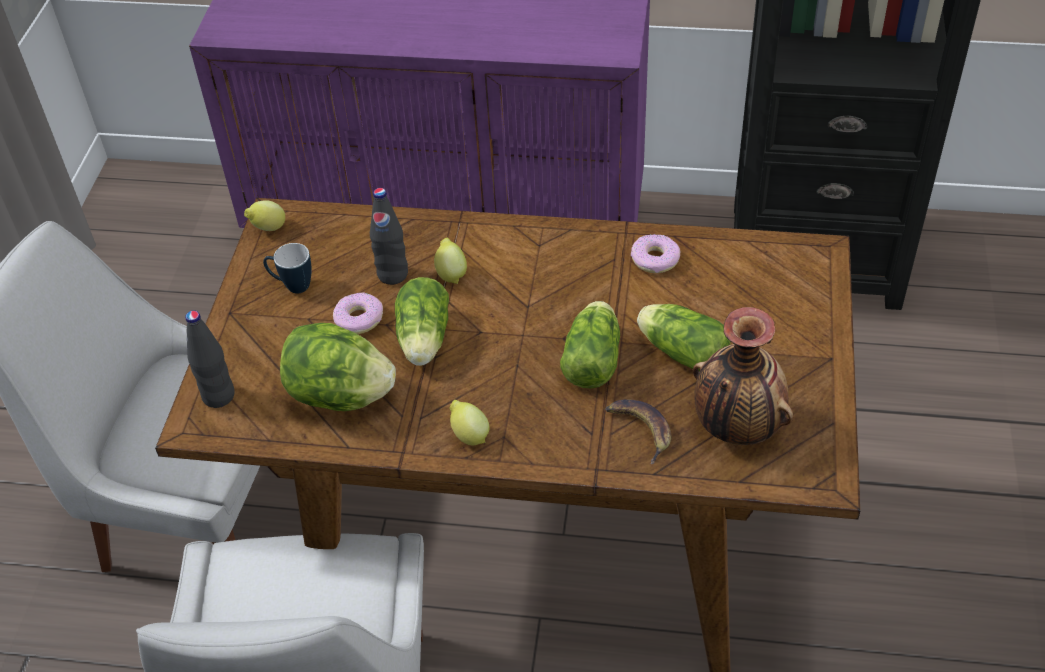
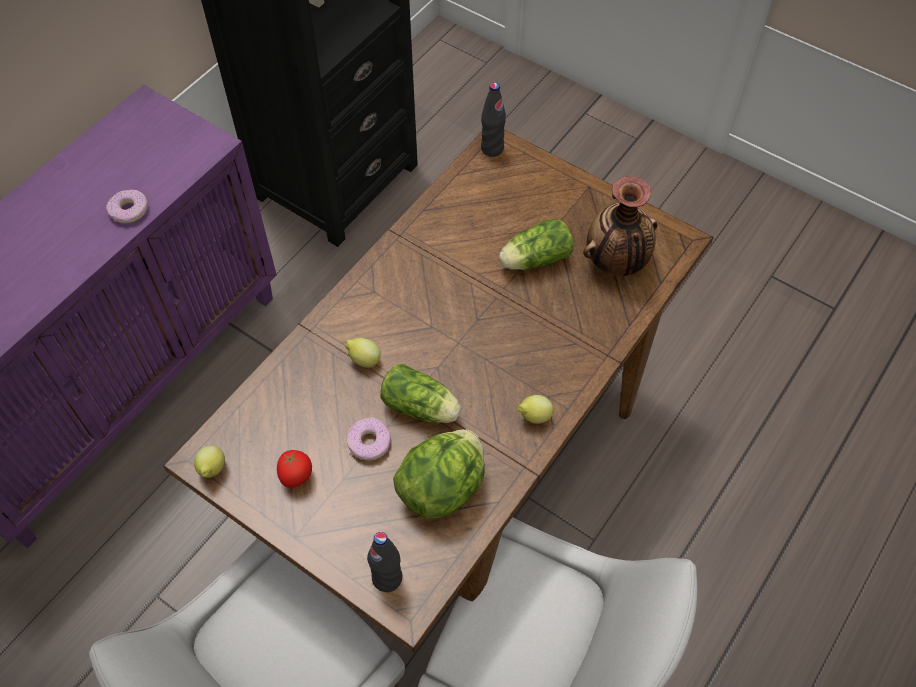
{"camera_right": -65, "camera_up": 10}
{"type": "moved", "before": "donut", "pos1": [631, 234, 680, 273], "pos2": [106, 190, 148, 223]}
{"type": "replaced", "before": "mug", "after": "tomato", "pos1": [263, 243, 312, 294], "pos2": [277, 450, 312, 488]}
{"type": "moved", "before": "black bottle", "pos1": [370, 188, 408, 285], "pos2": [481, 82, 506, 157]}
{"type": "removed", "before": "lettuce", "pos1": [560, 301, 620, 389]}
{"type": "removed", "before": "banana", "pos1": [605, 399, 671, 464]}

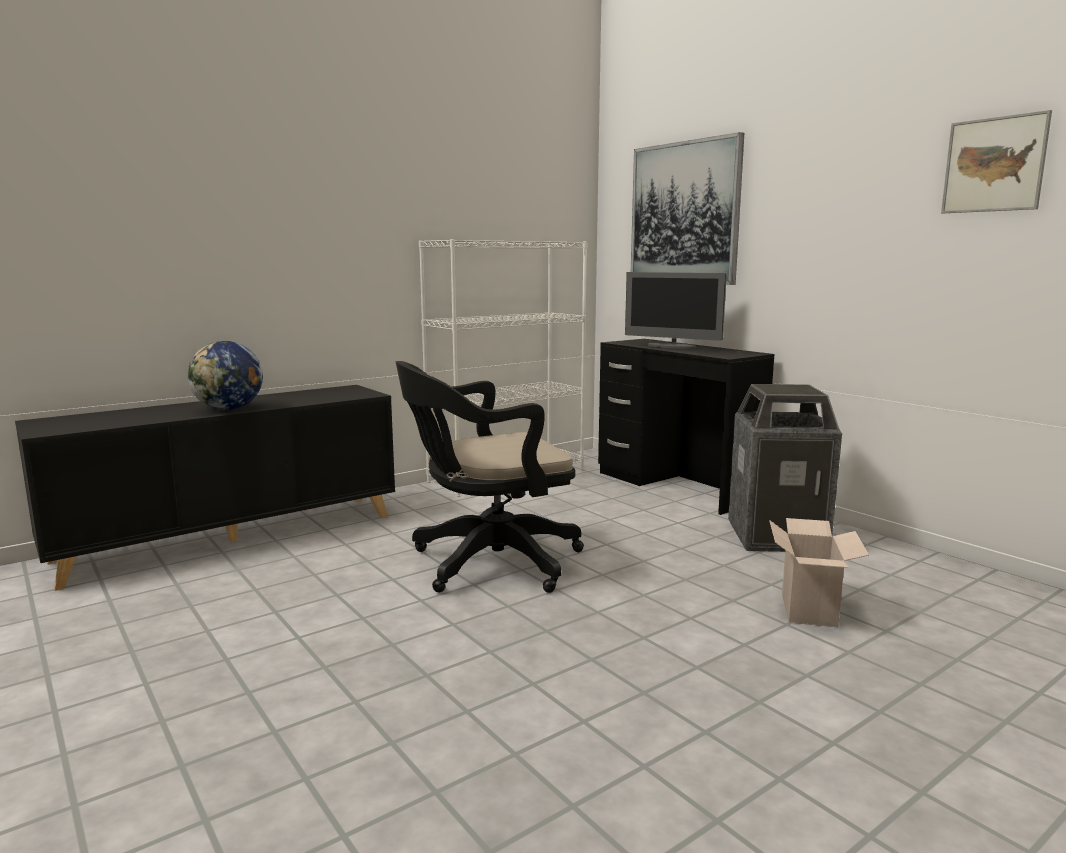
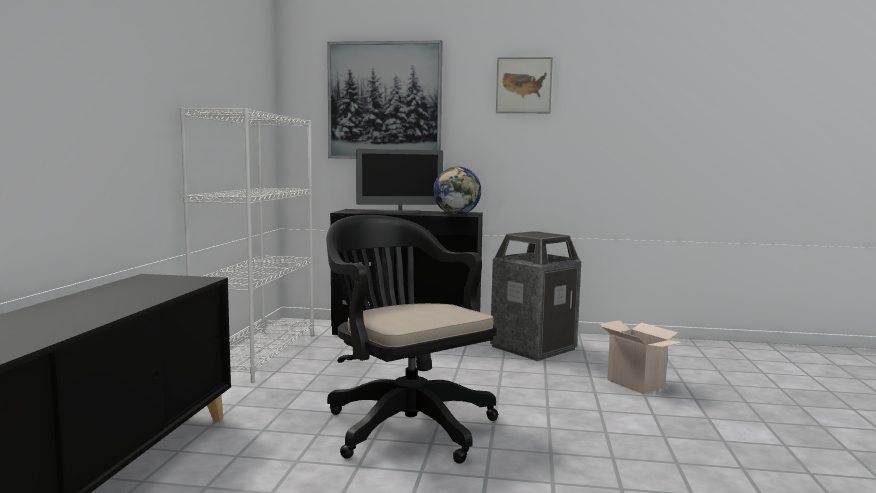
{"camera_right": -45, "camera_up": -5}
{"type": "turned", "before": "black office chair", "pos1": [396, 361, 584, 593], "pos2": [326, 215, 498, 464], "turn": 120}
{"type": "moved", "before": "globe", "pos1": [188, 341, 263, 410], "pos2": [433, 166, 481, 215]}
{"type": "moved", "before": "picture", "pos1": [941, 110, 1052, 213], "pos2": [496, 57, 553, 113]}

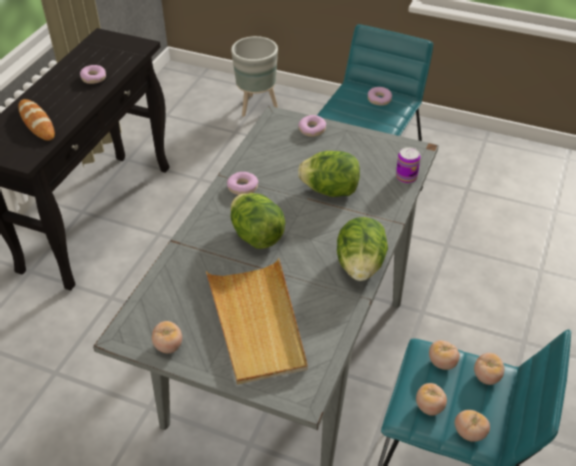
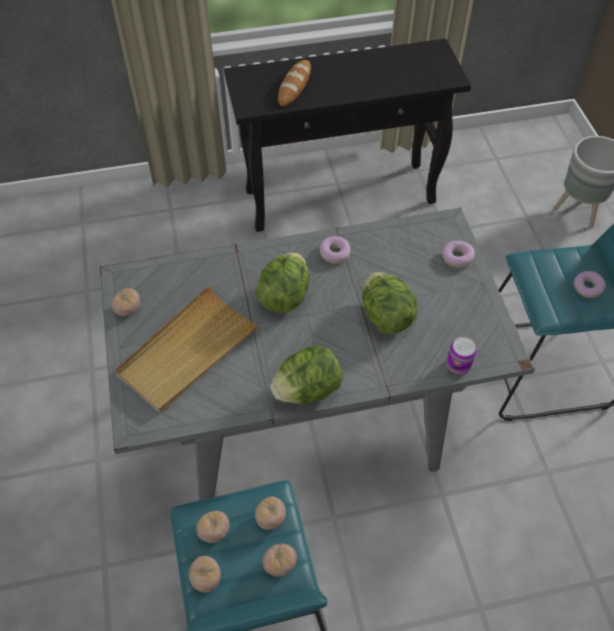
{"camera_right": 55, "camera_up": 10}
{"type": "removed", "before": "donut", "pos1": [80, 65, 106, 84]}

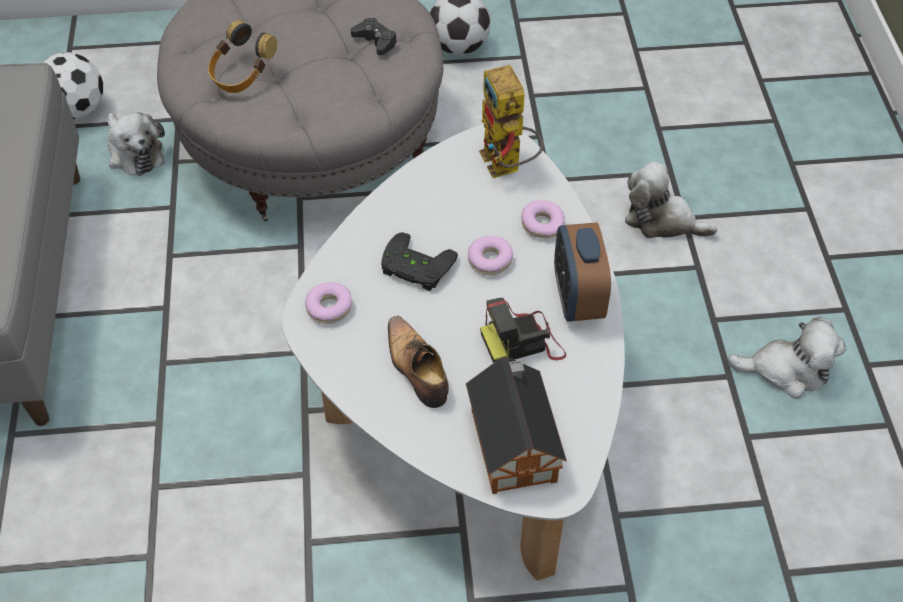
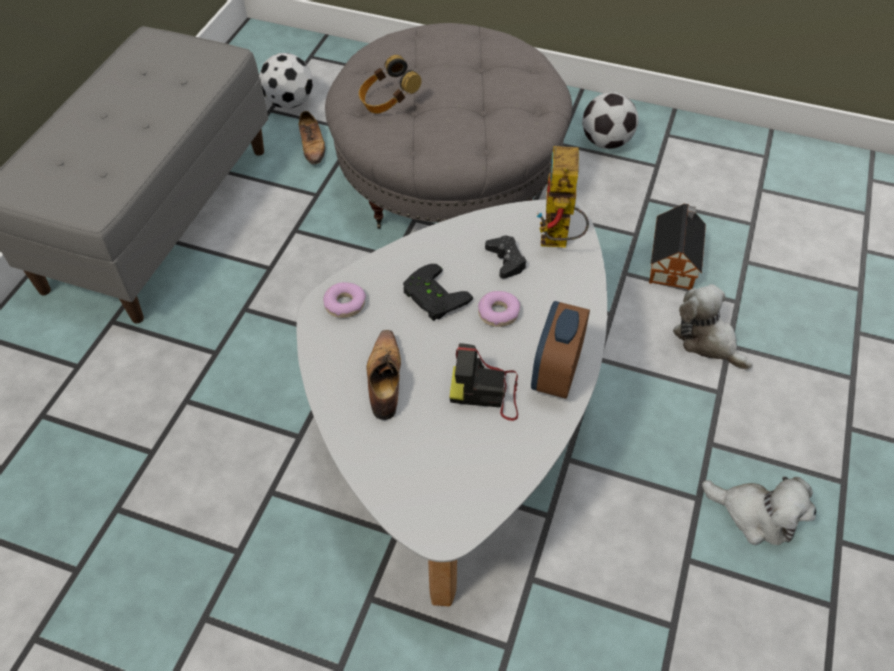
{"camera_right": 25, "camera_up": 0}
{"type": "replaced", "before": "plush toy", "after": "shoe", "pos1": [107, 112, 165, 176], "pos2": [299, 111, 326, 164]}
{"type": "moved", "before": "black game controller", "pos1": [351, 18, 397, 56], "pos2": [485, 236, 526, 279]}
{"type": "moved", "before": "toy house", "pos1": [466, 357, 567, 494], "pos2": [649, 204, 706, 290]}
{"type": "removed", "before": "donut", "pos1": [521, 200, 565, 238]}

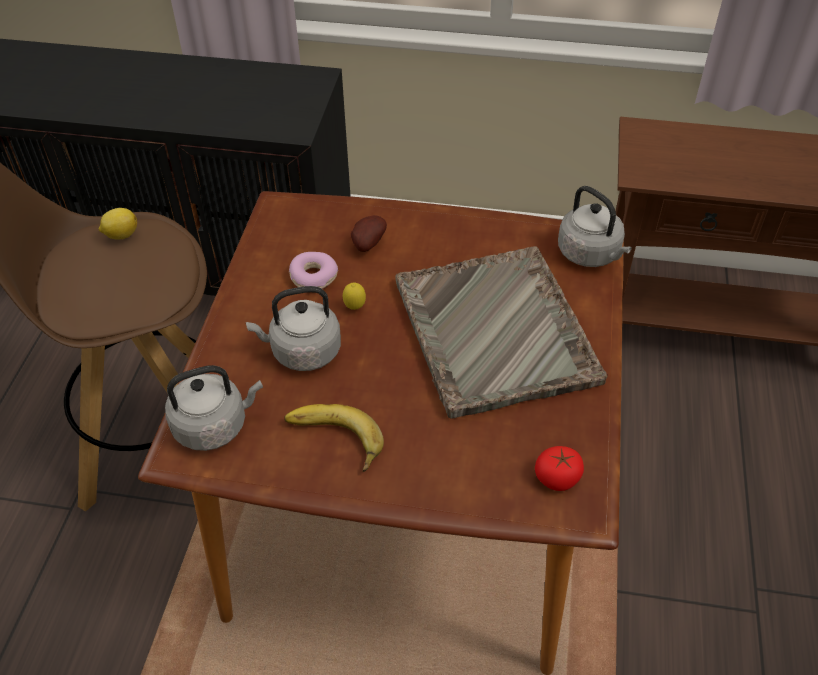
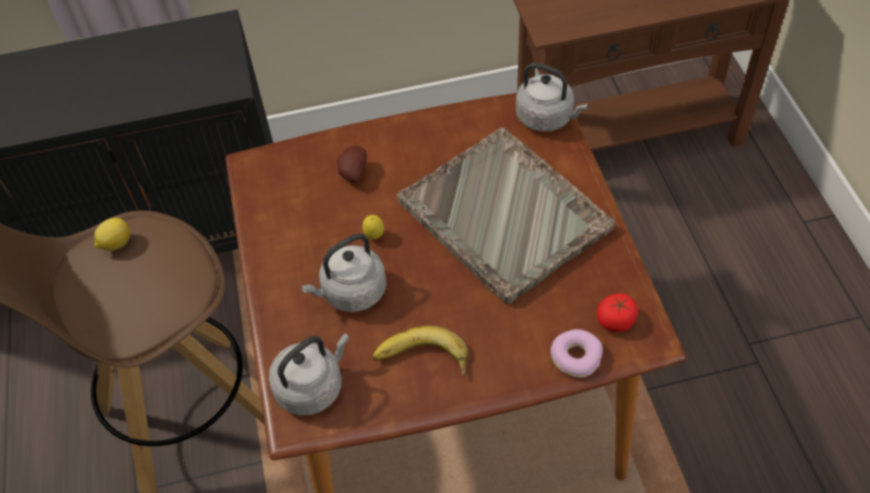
{"camera_right": -20, "camera_up": 5}
{"type": "moved", "before": "donut", "pos1": [289, 252, 338, 289], "pos2": [550, 329, 603, 378]}

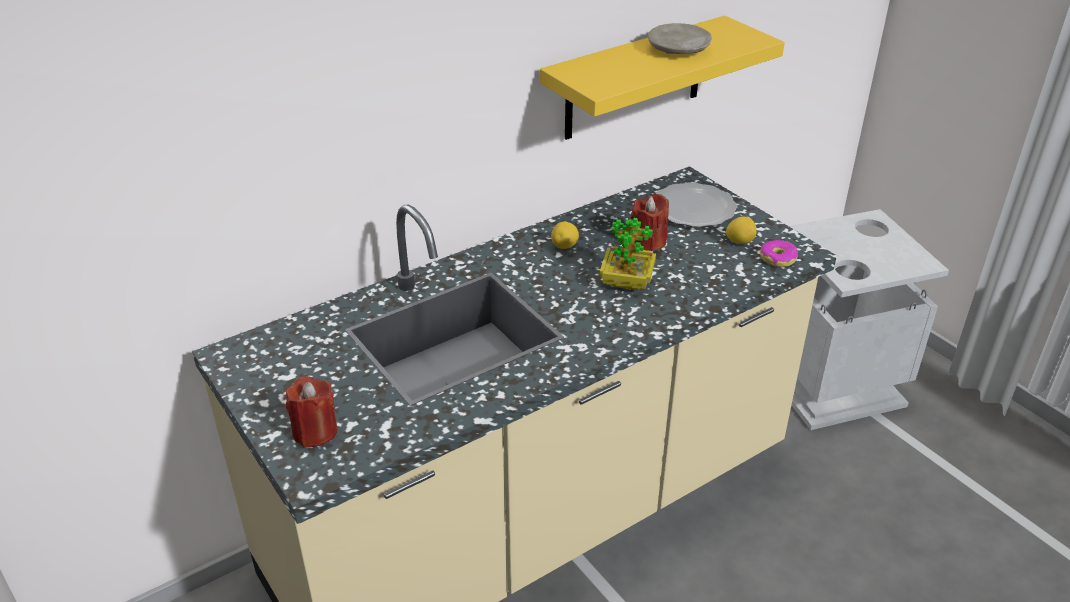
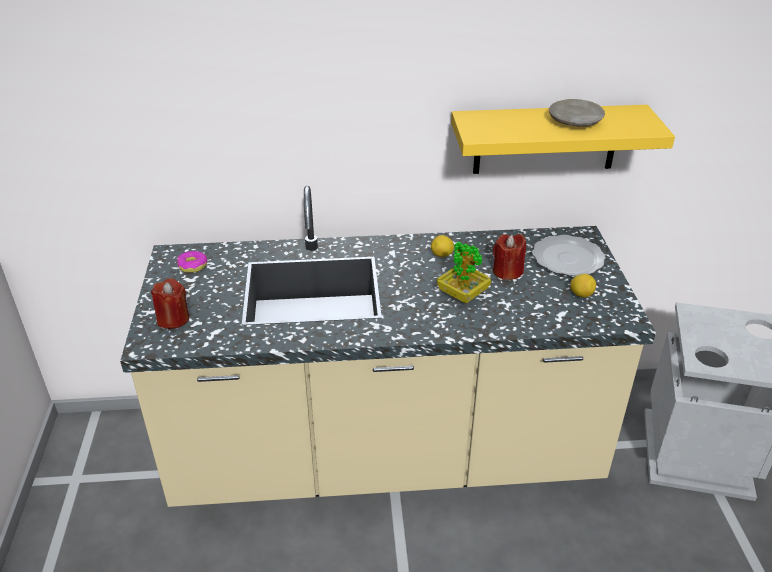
{"camera_right": 30, "camera_up": 0}
{"type": "moved", "before": "donut", "pos1": [760, 240, 798, 267], "pos2": [177, 251, 207, 273]}

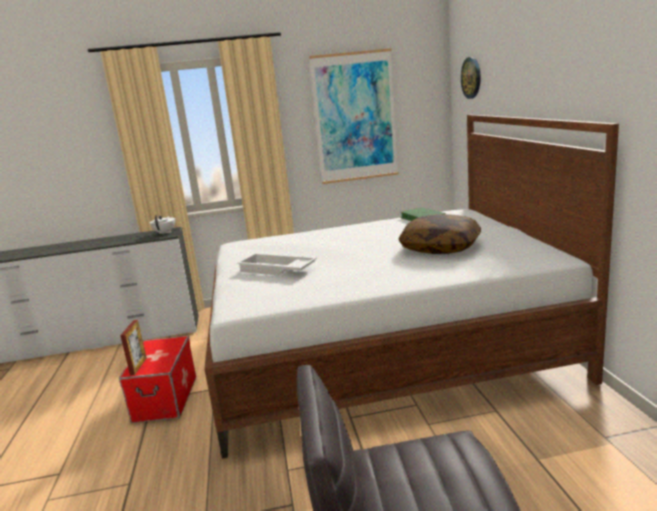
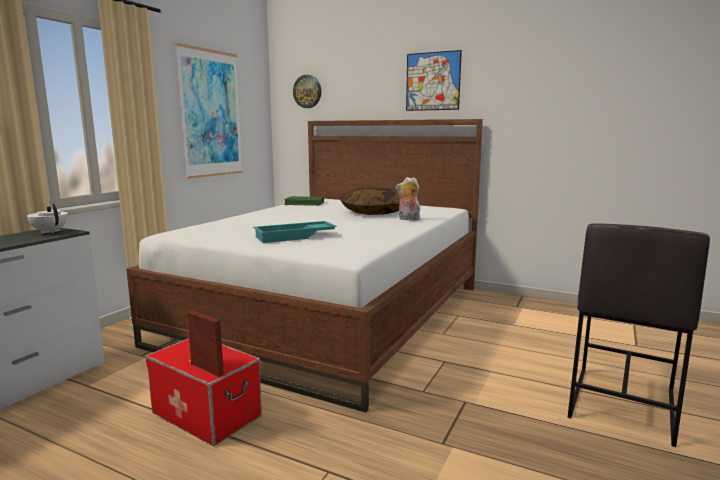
{"camera_right": -55, "camera_up": -5}
{"type": "recoloured", "before": "white tray", "after": "turquoise tray", "pos1": [237, 253, 317, 275], "pos2": [253, 221, 337, 243]}
{"type": "added", "after": "plush toy", "pos2": [396, 177, 422, 221]}
{"type": "added", "after": "picture", "pos2": [406, 50, 462, 111]}

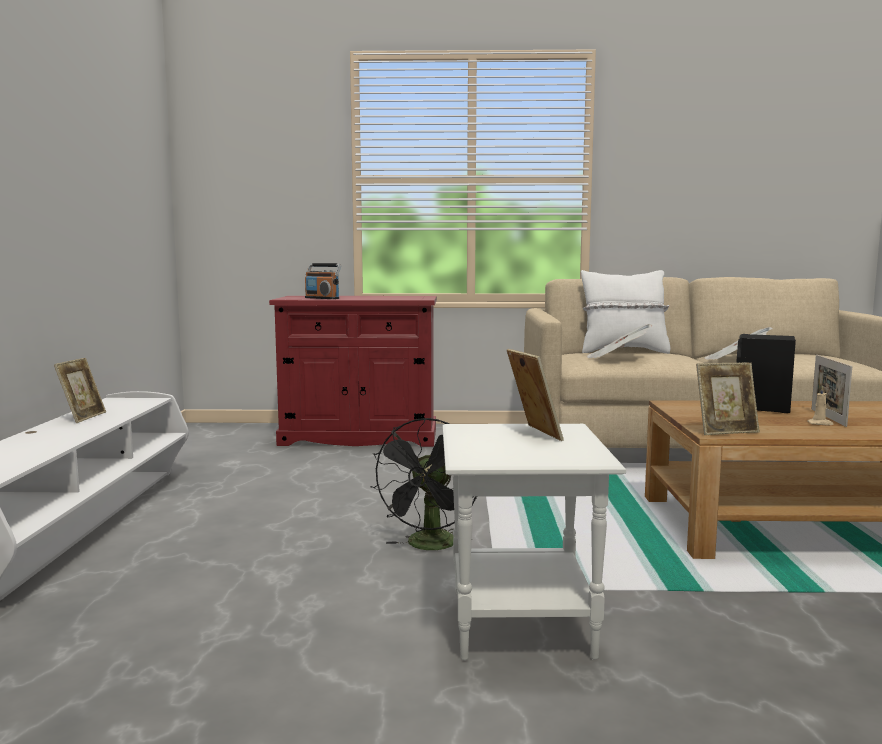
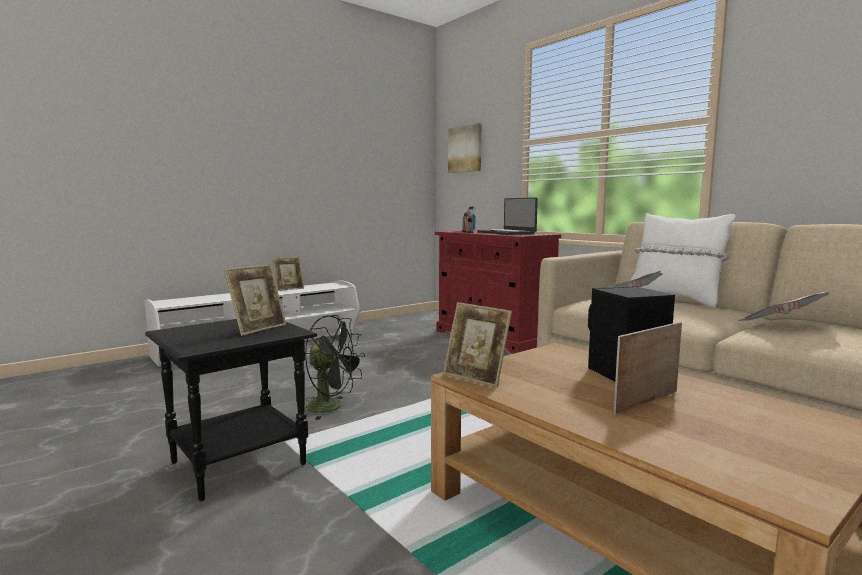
{"camera_right": 50, "camera_up": 0}
{"type": "recoloured", "before": "white side table", "after": "black side table", "pos1": [443, 424, 626, 661], "pos2": [145, 319, 317, 501]}
{"type": "turned", "before": "black fan", "pos1": [370, 418, 477, 550], "pos2": [305, 315, 365, 420], "turn": -135}
{"type": "added", "after": "picture", "pos2": [448, 123, 482, 173]}
{"type": "added", "after": "laptop", "pos2": [477, 197, 538, 235]}
{"type": "removed", "before": "beige candle", "pos1": [807, 386, 834, 425]}

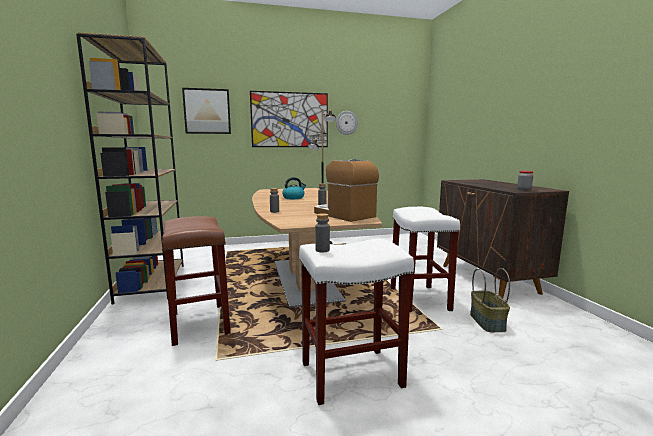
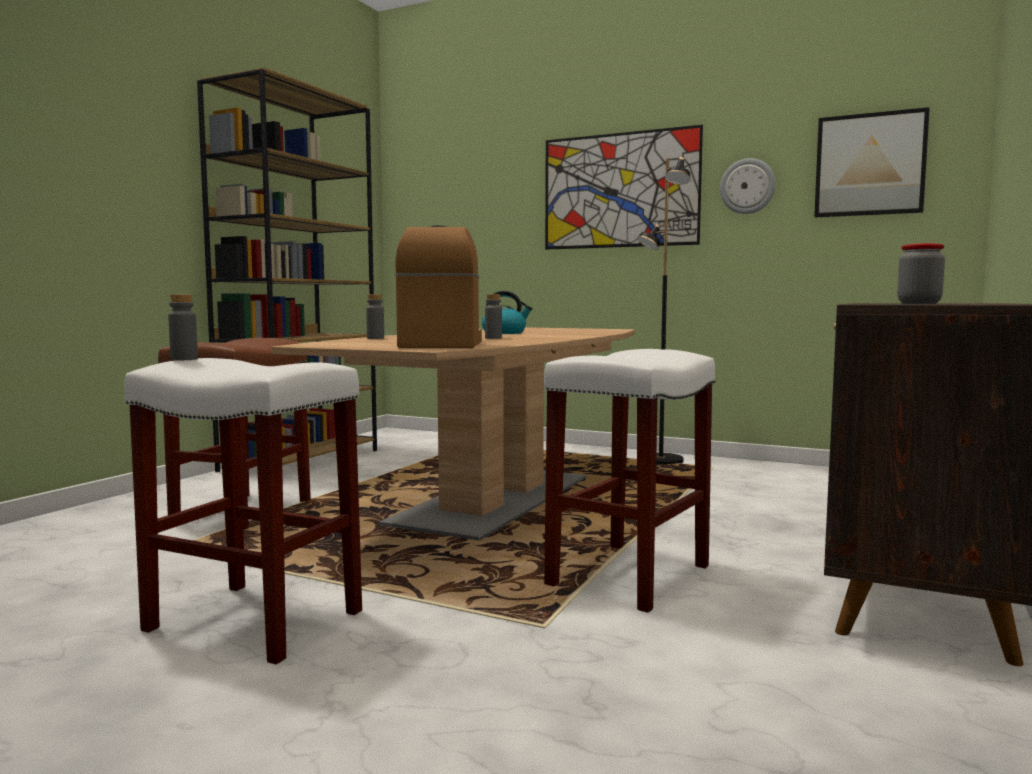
{"camera_right": 40, "camera_up": -5}
{"type": "moved", "before": "picture", "pos1": [182, 88, 231, 134], "pos2": [814, 107, 930, 217]}
{"type": "removed", "before": "basket", "pos1": [470, 268, 510, 333]}

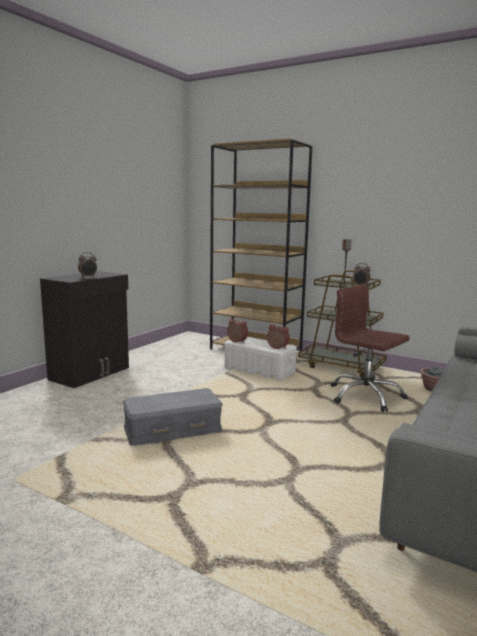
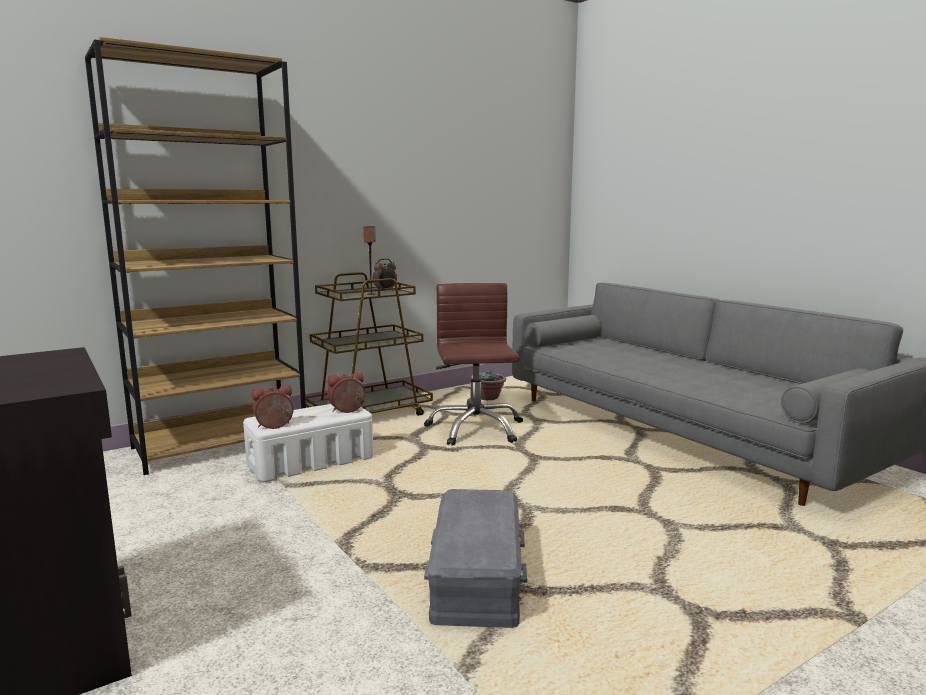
{"camera_right": -65, "camera_up": 0}
{"type": "turned", "before": "brown office chair", "pos1": [331, 285, 410, 412], "pos2": [424, 283, 523, 446], "turn": 105}
{"type": "removed", "before": "alarm clock", "pos1": [78, 252, 97, 278]}

